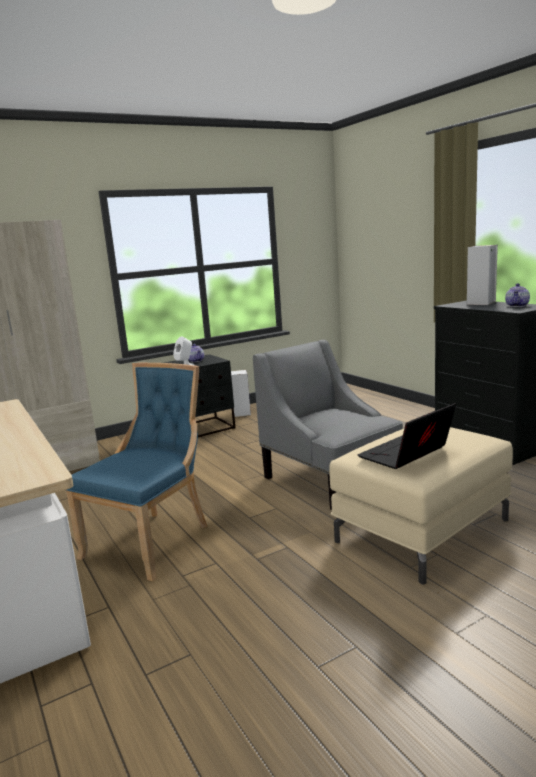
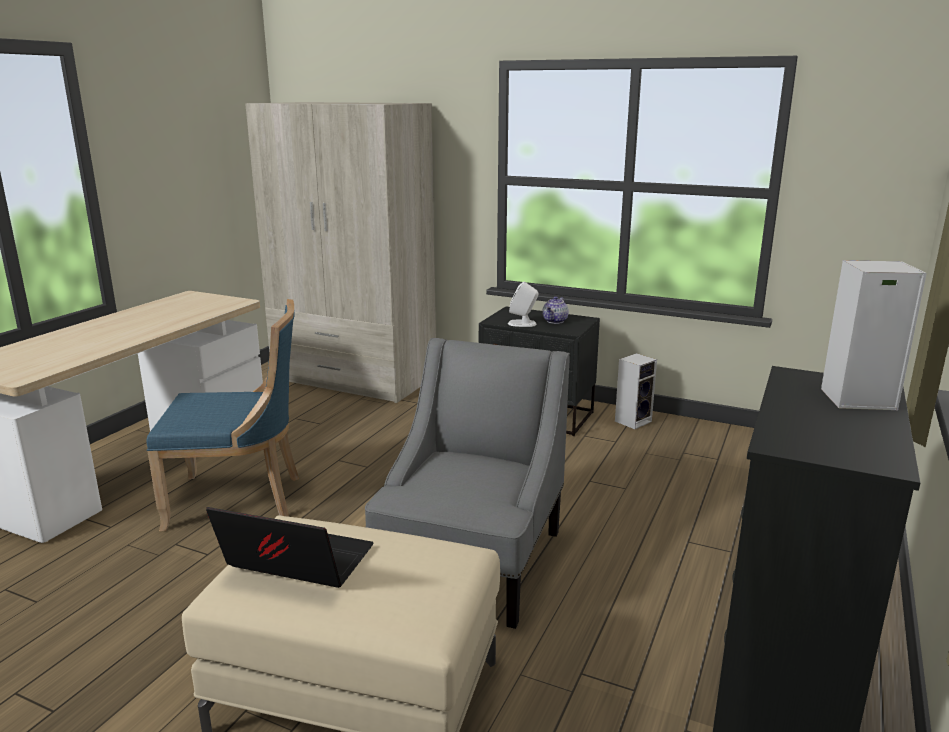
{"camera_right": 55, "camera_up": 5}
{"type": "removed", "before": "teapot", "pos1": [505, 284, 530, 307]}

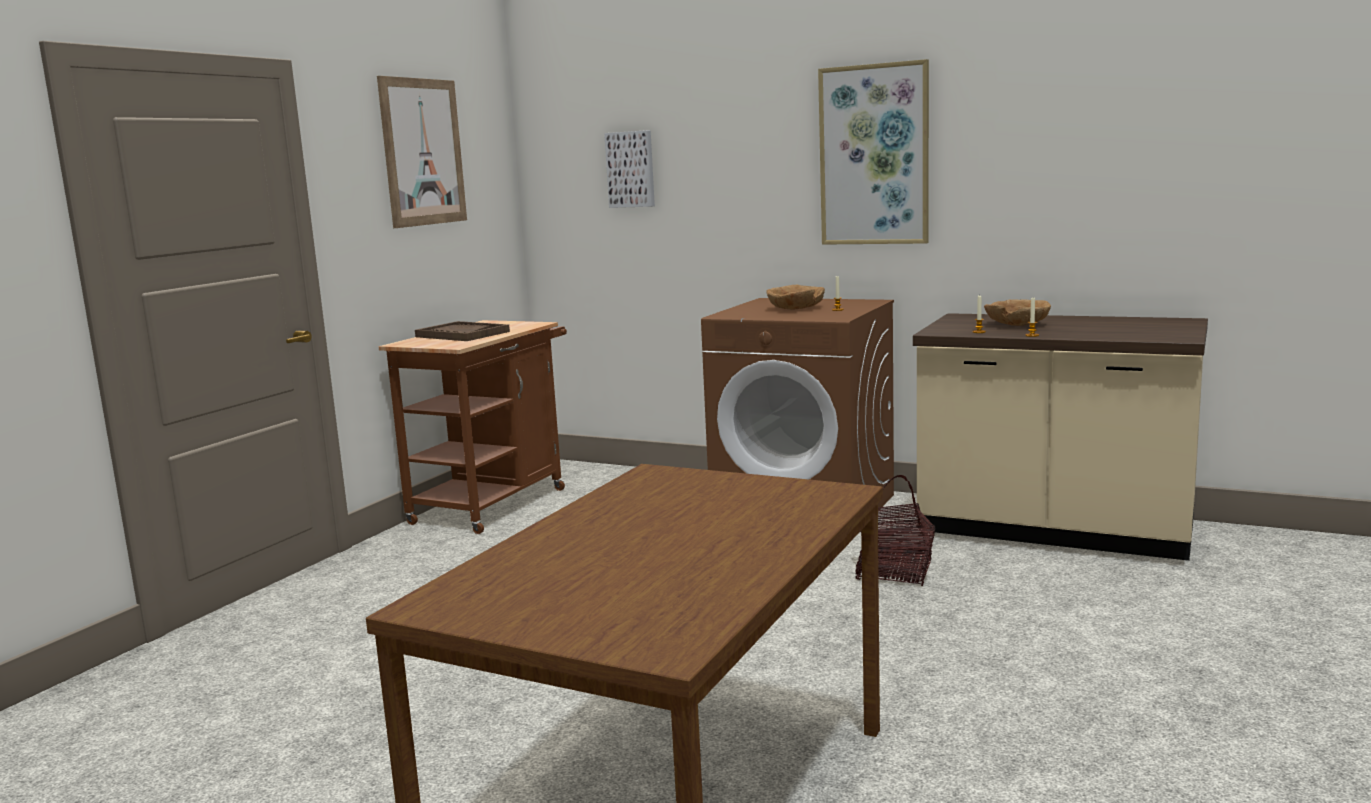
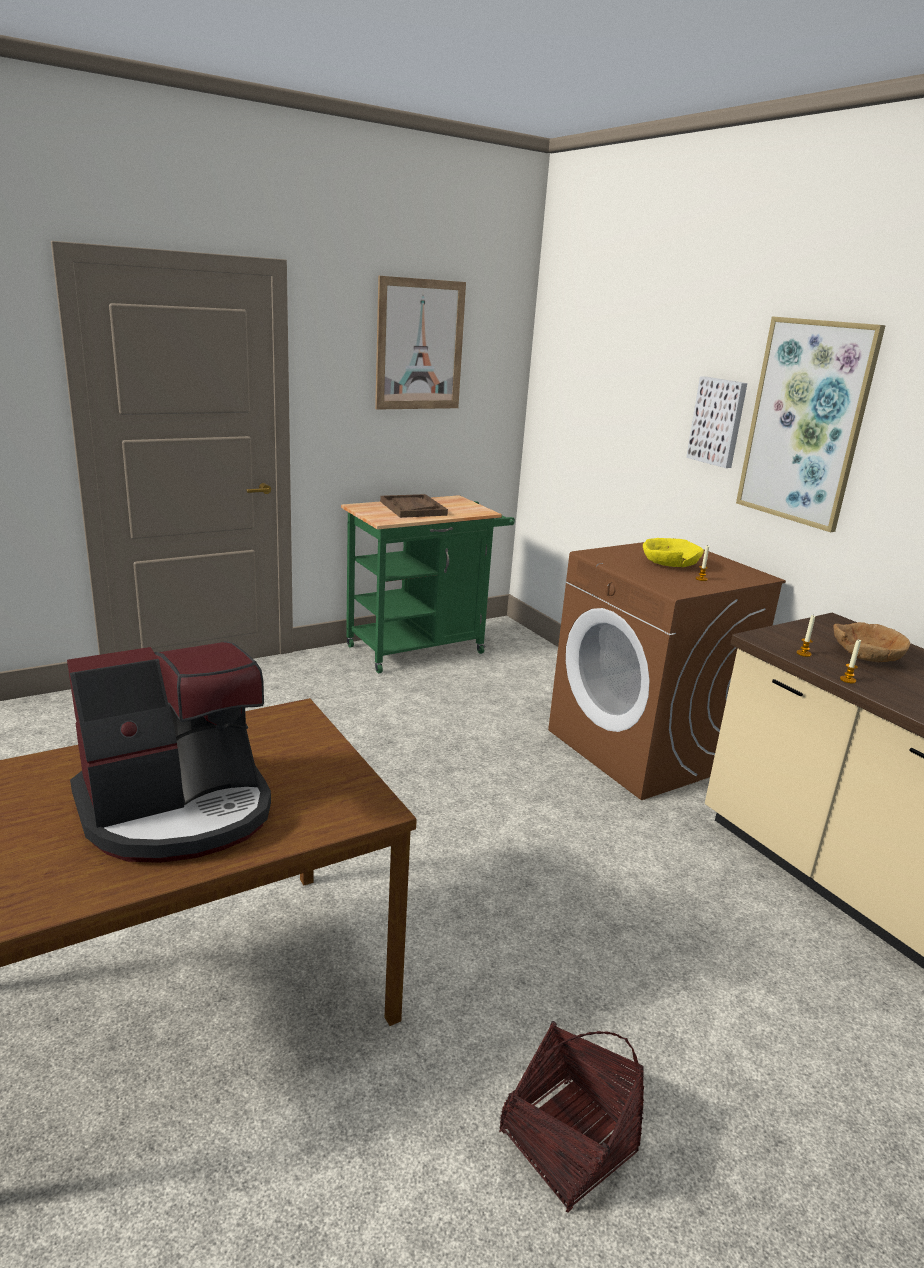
{"camera_right": 30, "camera_up": 10}
{"type": "added", "after": "coffee machine", "pos2": [67, 641, 271, 863]}
{"type": "recoloured", "before": "brown cart", "after": "green cart", "pos1": [379, 320, 567, 534], "pos2": [341, 495, 515, 673]}
{"type": "moved", "before": "basket", "pos1": [855, 475, 936, 586], "pos2": [499, 1021, 644, 1212]}
{"type": "recoloured", "before": "brown bowl", "after": "yellow bowl", "pos1": [766, 285, 825, 310], "pos2": [643, 538, 704, 567]}
{"type": "moved", "before": "picture", "pos1": [604, 130, 655, 208], "pos2": [686, 376, 747, 468]}

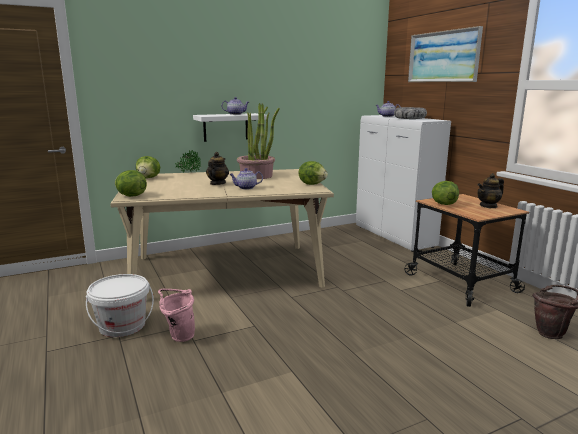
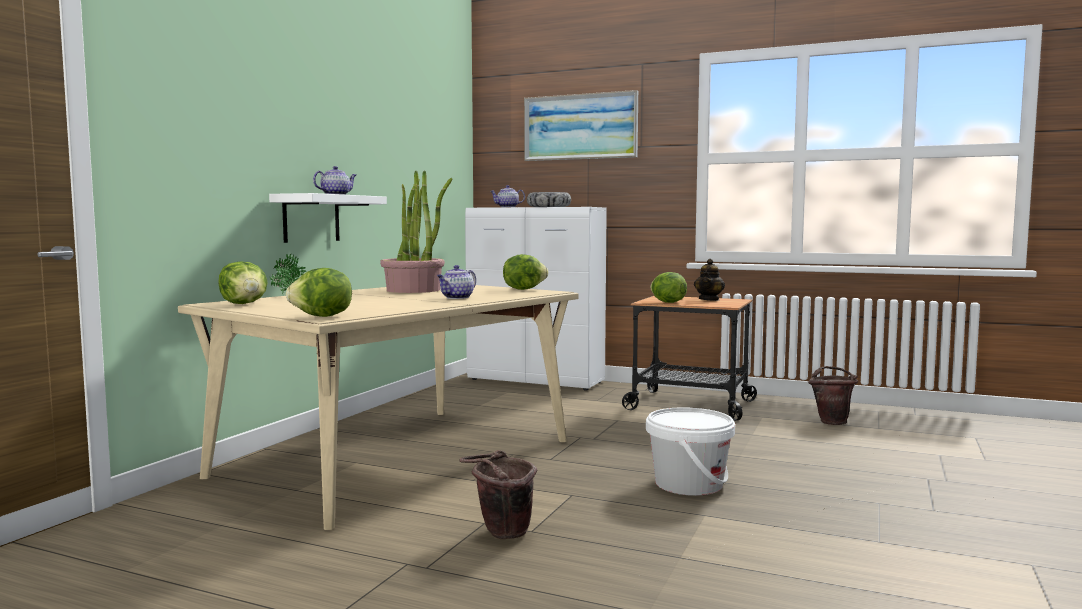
{"camera_right": -40, "camera_up": -10}
{"type": "recoloured", "before": "pink bucket", "after": "brown bucket", "pos1": [158, 289, 195, 342], "pos2": [459, 450, 537, 539]}
{"type": "moved", "before": "white bucket", "pos1": [86, 274, 154, 337], "pos2": [646, 407, 735, 496]}
{"type": "removed", "before": "teapot", "pos1": [206, 152, 229, 185]}

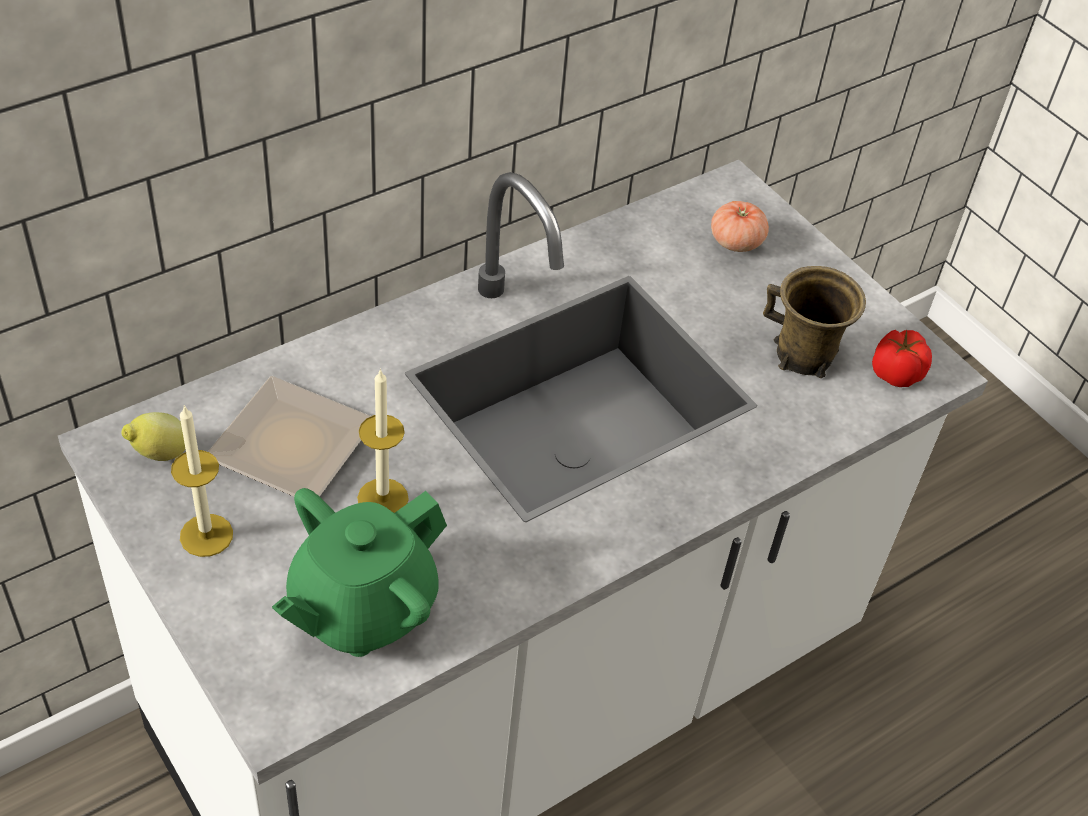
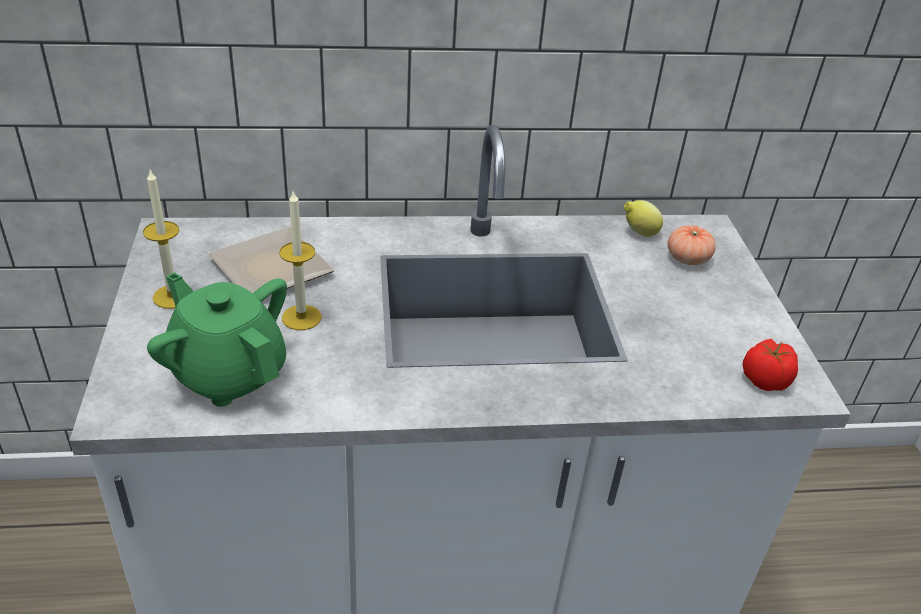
{"camera_right": 30, "camera_up": -10}
{"type": "turned", "before": "green teapot", "pos1": [272, 488, 447, 657], "pos2": [147, 272, 287, 407], "turn": 60}
{"type": "moved", "before": "lemon", "pos1": [121, 412, 185, 461], "pos2": [624, 200, 663, 237]}
{"type": "removed", "before": "brown mug", "pos1": [763, 266, 866, 378]}

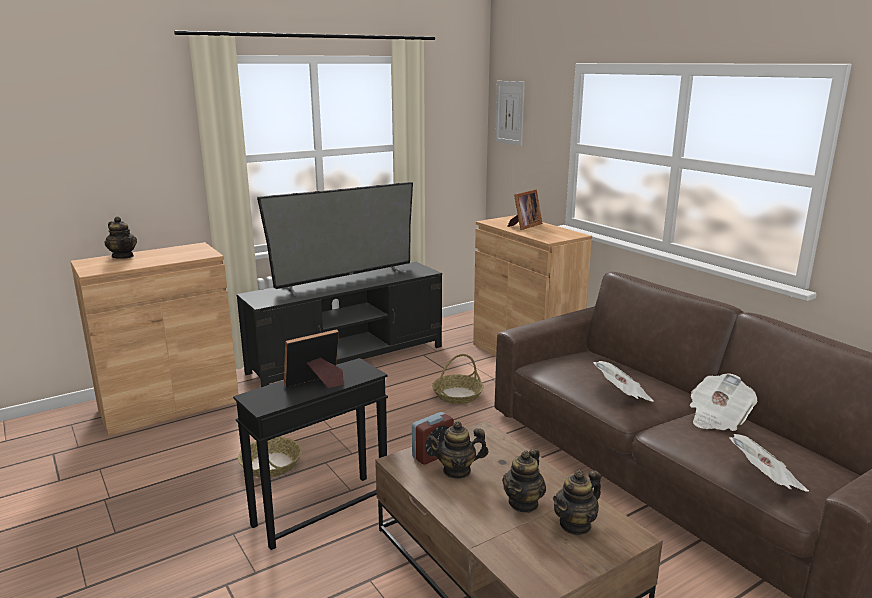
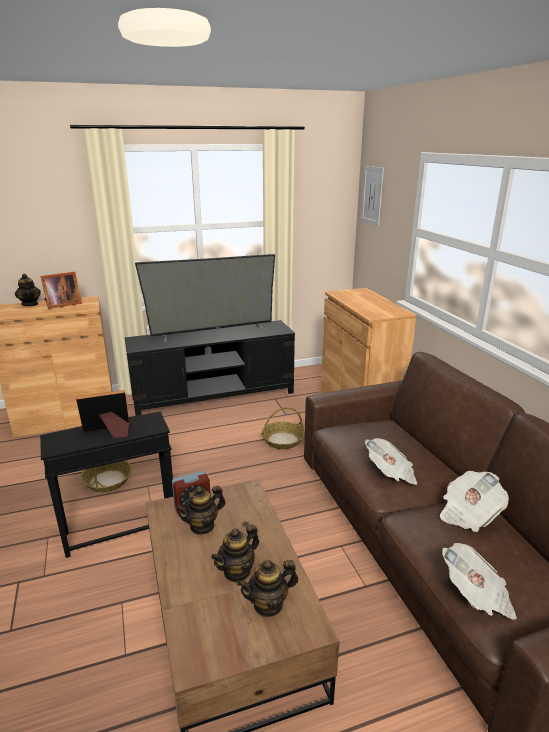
{"camera_right": 15, "camera_up": 5}
{"type": "moved", "before": "picture frame", "pos1": [507, 189, 543, 230], "pos2": [41, 272, 82, 309]}
{"type": "turned", "before": "teapot", "pos1": [427, 421, 488, 479], "pos2": [175, 486, 225, 535], "turn": -45}

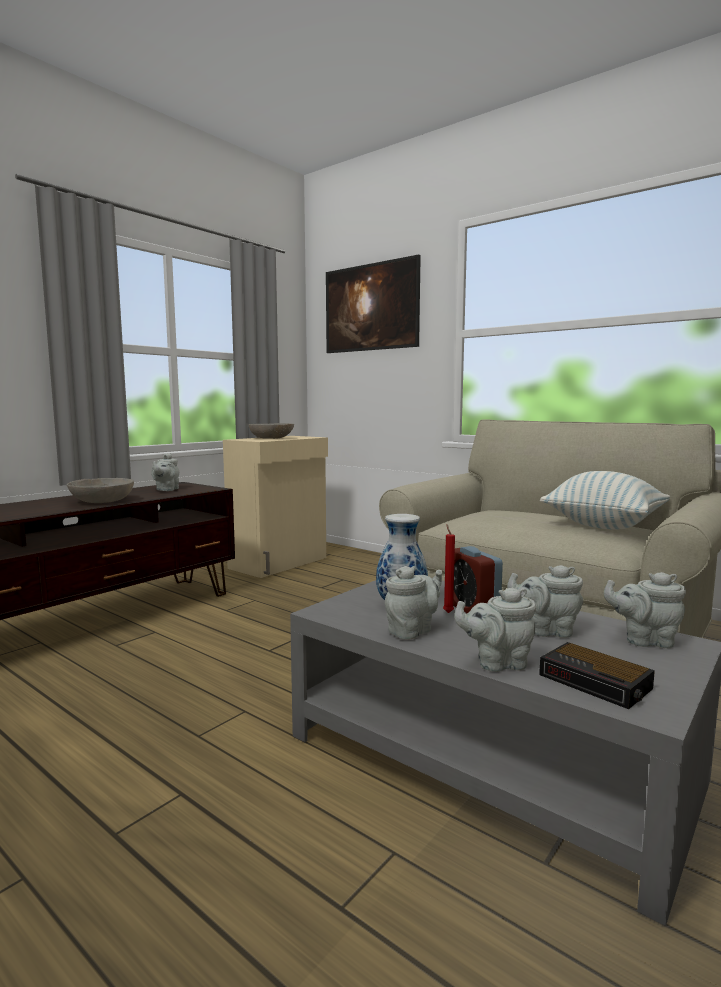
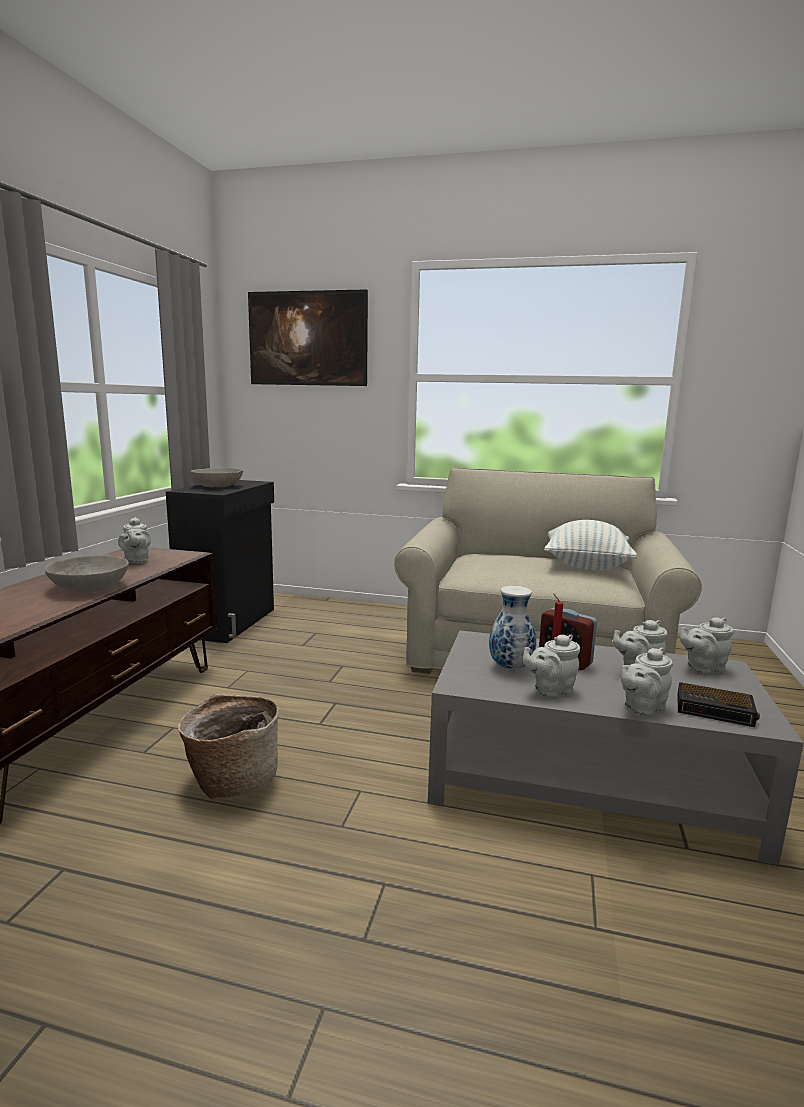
{"camera_right": -25, "camera_up": 5}
{"type": "recoloured", "before": "beige cabinet", "after": "black cabinet", "pos1": [223, 436, 328, 578], "pos2": [166, 480, 274, 643]}
{"type": "added", "after": "basket", "pos2": [178, 694, 279, 799]}
{"type": "turned", "before": "grey teapot", "pos1": [385, 566, 442, 640], "pos2": [523, 635, 580, 698], "turn": -135}

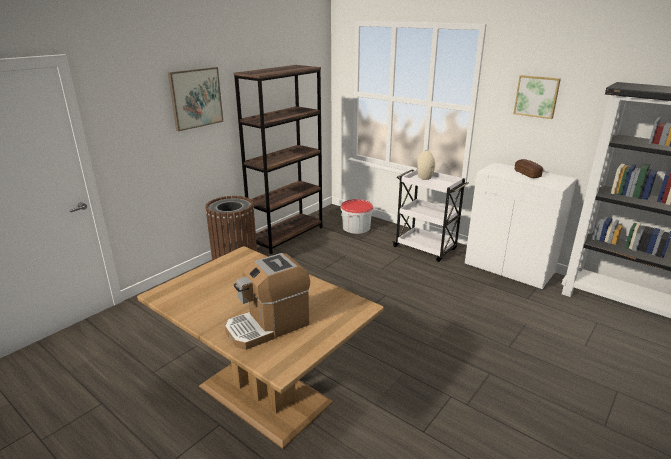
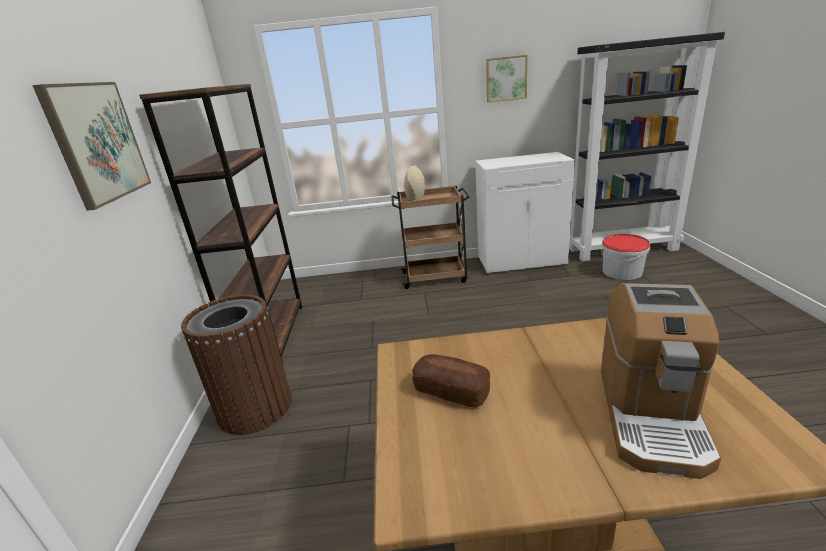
{"camera_right": -40, "camera_up": 0}
{"type": "recoloured", "before": "white cart", "after": "brown cart", "pos1": [392, 169, 469, 262], "pos2": [391, 185, 469, 289]}
{"type": "moved", "before": "bread", "pos1": [515, 159, 543, 178], "pos2": [412, 354, 490, 407]}
{"type": "moved", "before": "bucket", "pos1": [341, 199, 373, 234], "pos2": [601, 234, 651, 280]}

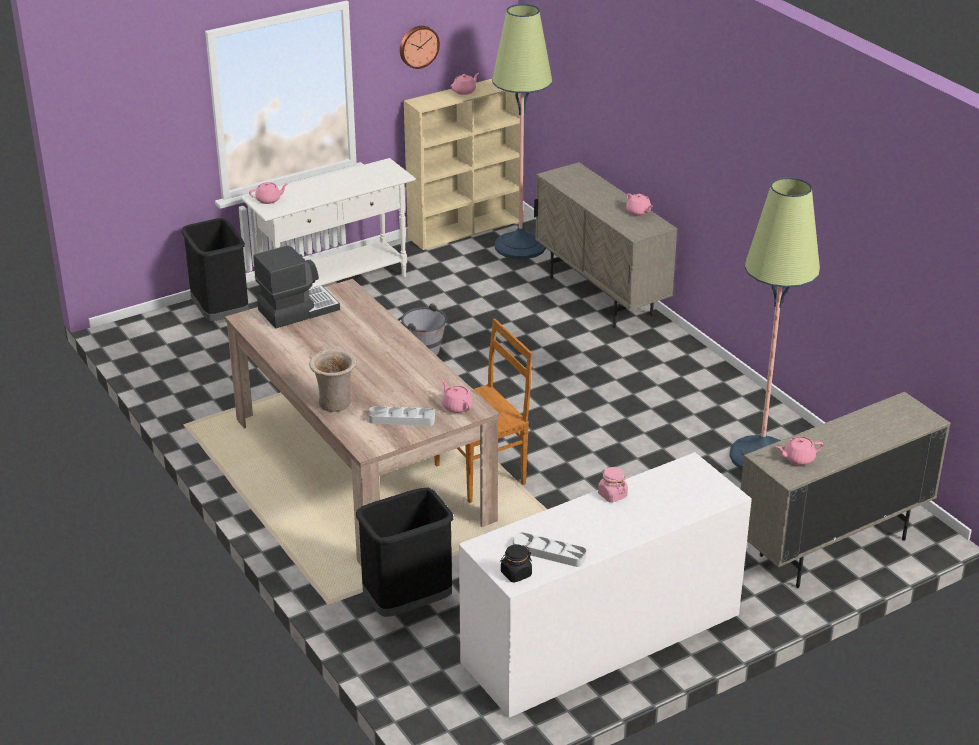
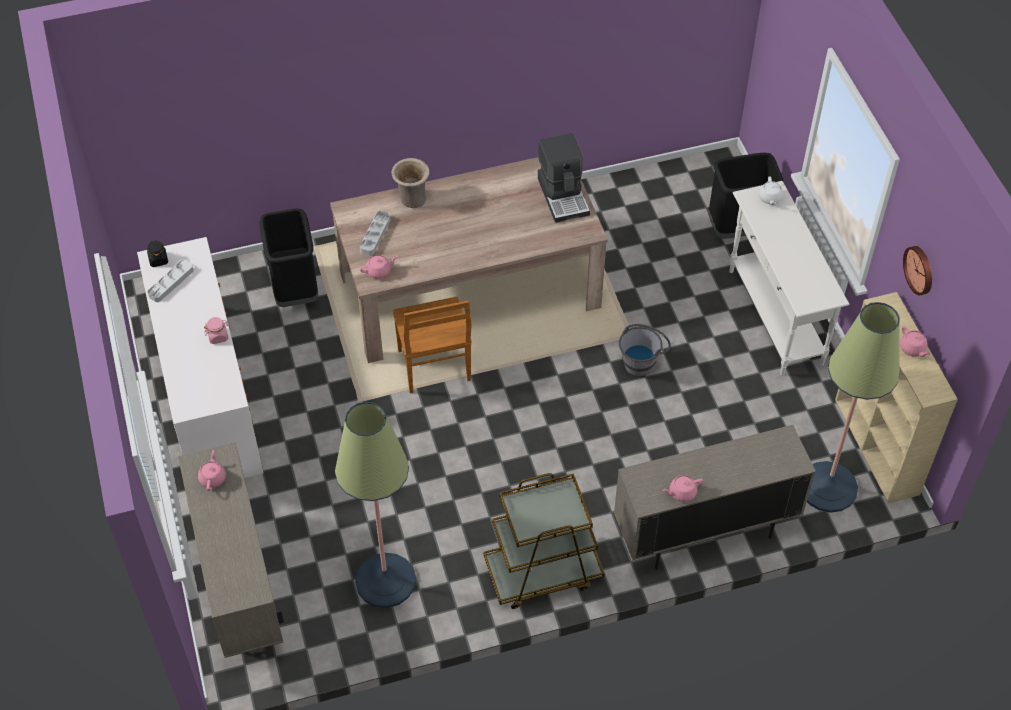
{"camera_right": 105, "camera_up": 20}
{"type": "added", "after": "brown cart", "pos2": [484, 473, 605, 609]}
{"type": "recoloured", "before": "pink teapot", "after": "white teapot", "pos1": [249, 182, 288, 204], "pos2": [759, 176, 783, 205]}

